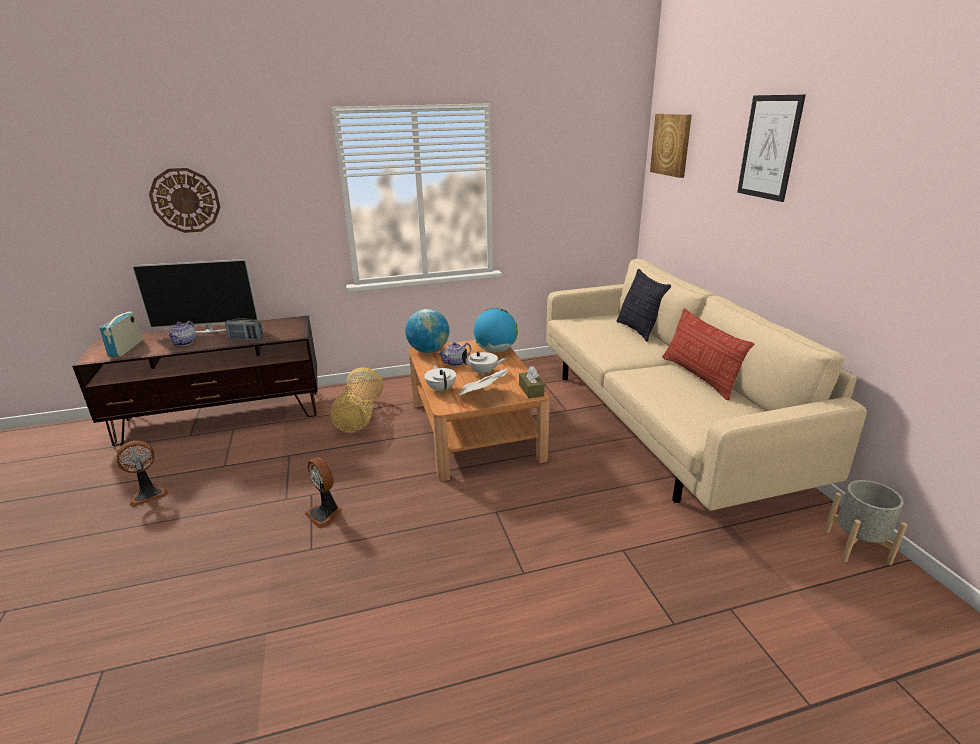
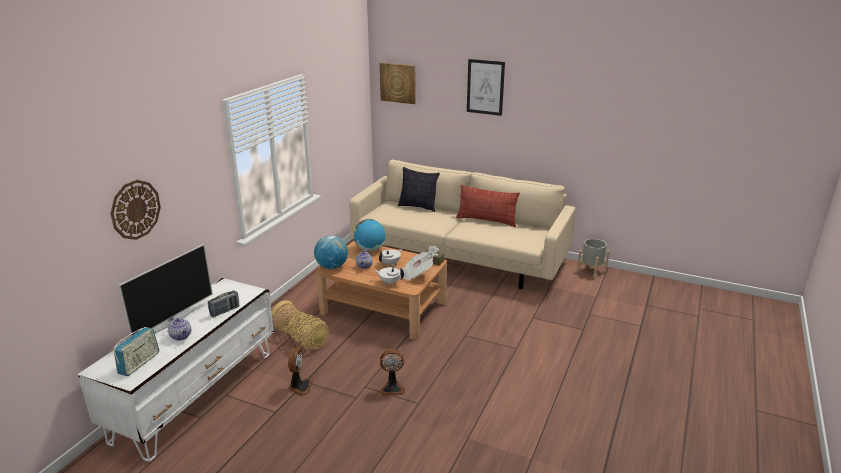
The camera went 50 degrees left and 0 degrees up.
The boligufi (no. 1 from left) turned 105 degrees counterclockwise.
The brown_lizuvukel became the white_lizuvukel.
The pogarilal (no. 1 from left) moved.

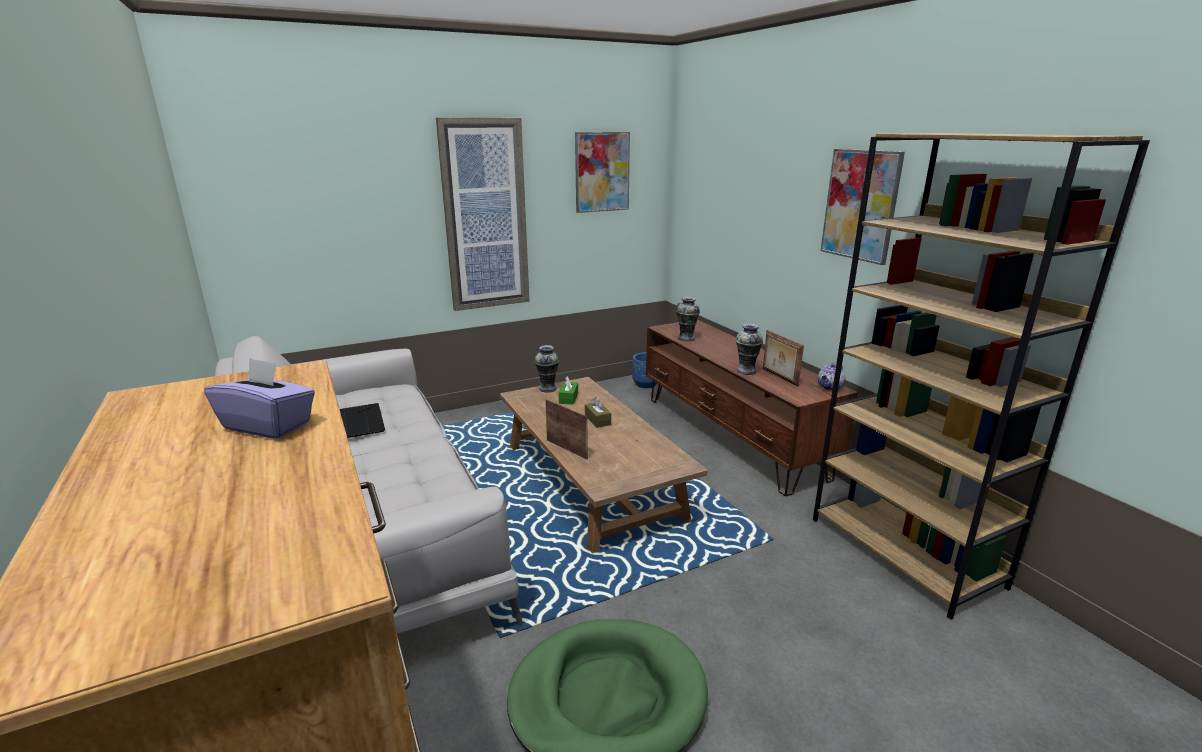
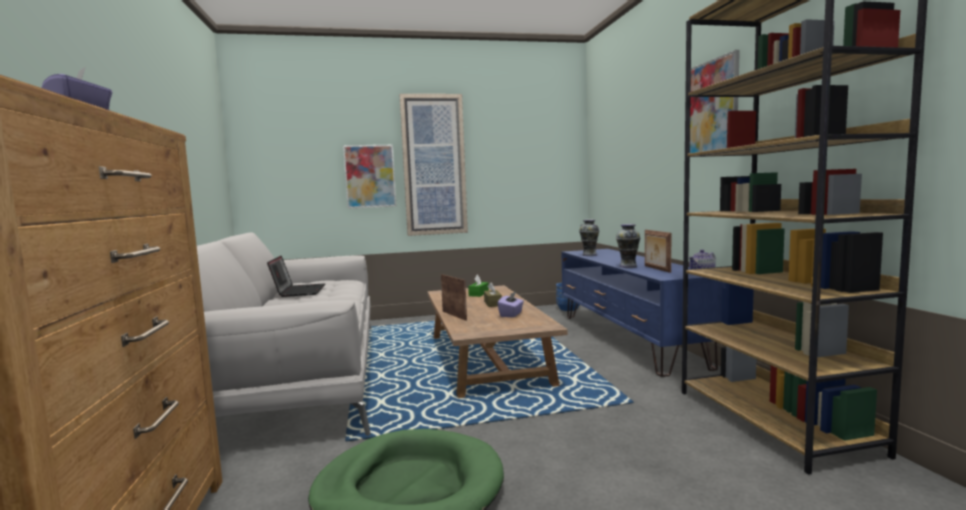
The camera went 15 degrees right and 15 degrees down.
The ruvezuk (no. 2 from left in the first image) moved.
The brown_lizuvukel became the blue_lizuvukel.
The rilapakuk (no. 1 from left) disappeared.
The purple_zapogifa (no. 2 from left) appeared.

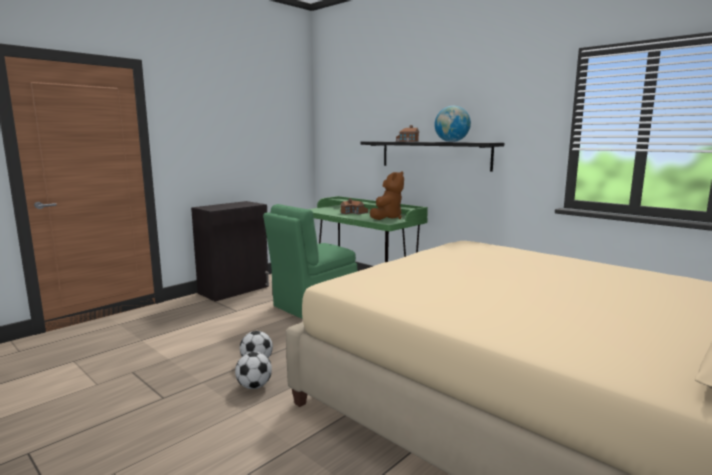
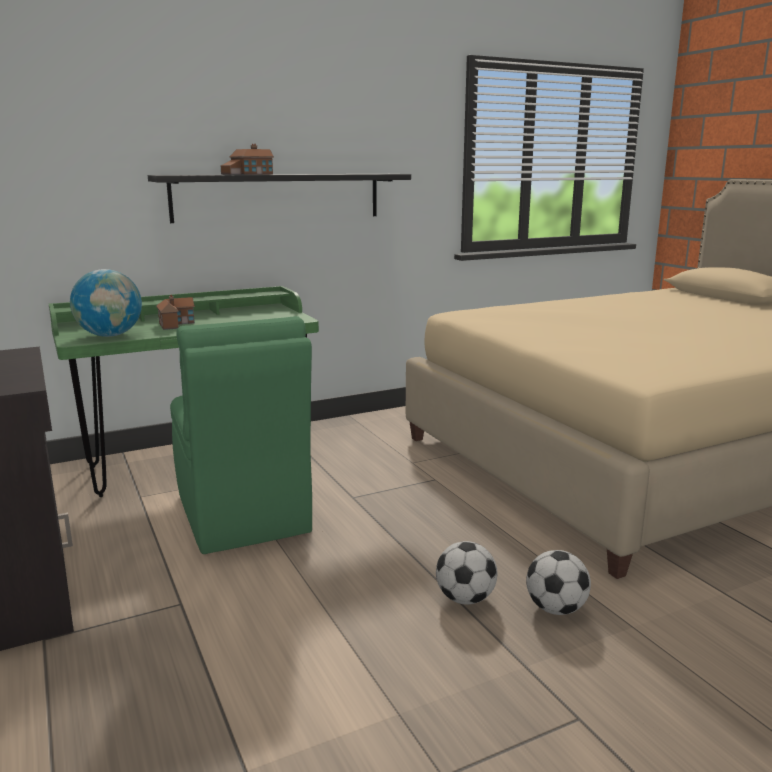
The camera went 70 degrees left and 5 degrees up.
The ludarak moved.
The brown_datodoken disappeared.

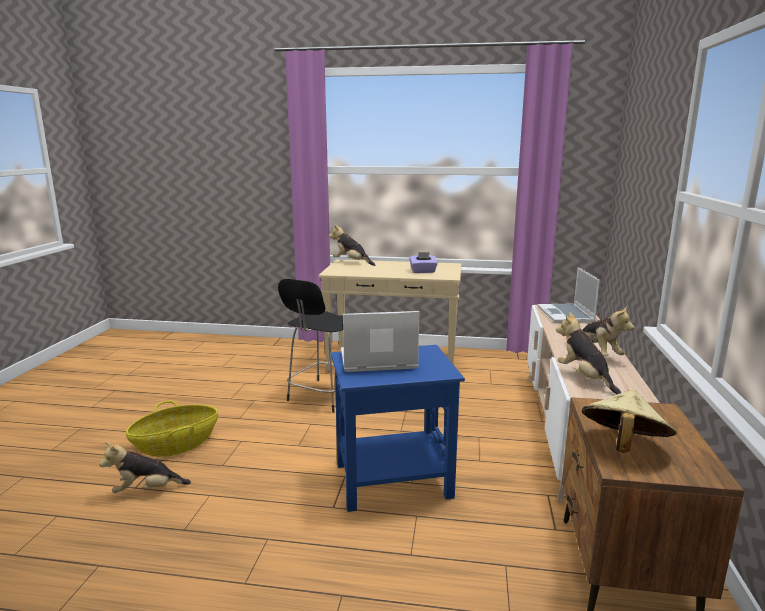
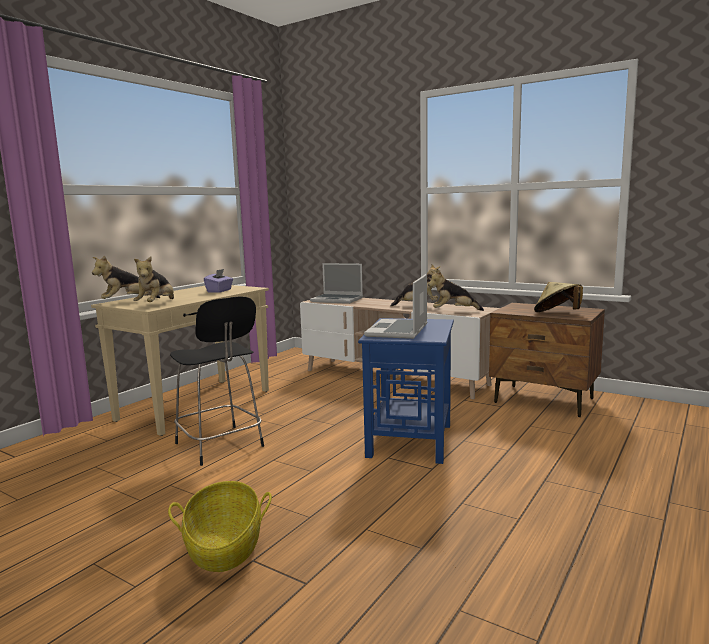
The camera went 65 degrees left and 5 degrees down.
The datodoken (no. 1 from left in the first image) moved.

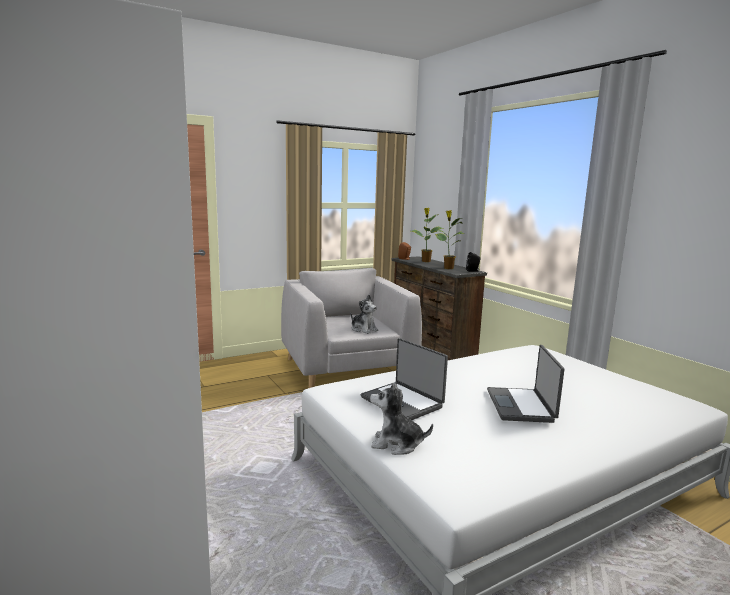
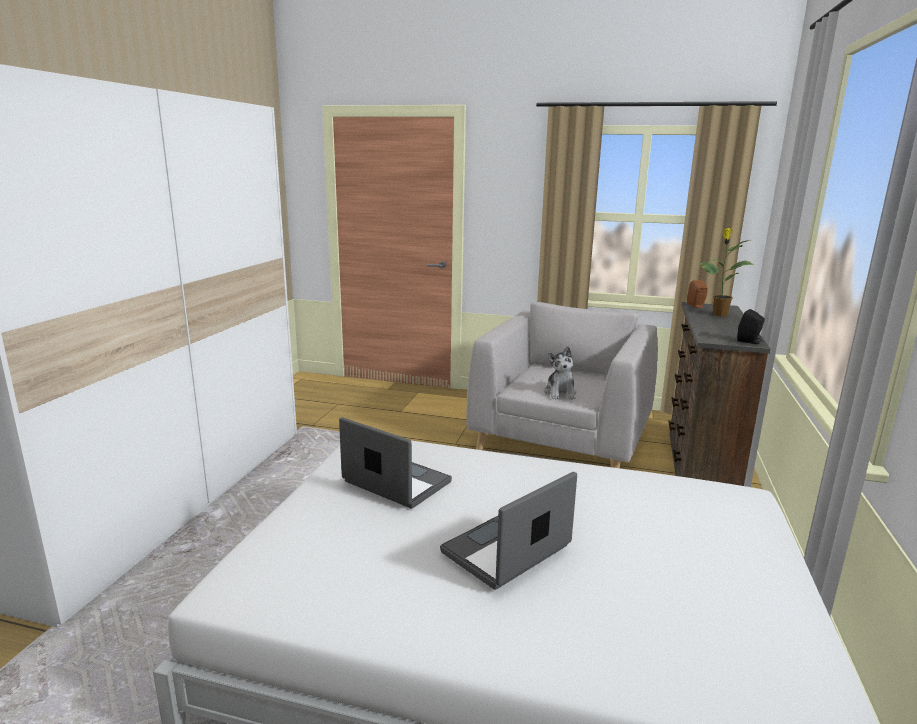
The camera went 45 degrees right and 5 degrees up.
The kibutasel (no. 2 from left) disappeared.
The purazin (no. 1 from left) turned 120 degrees clockwise.
The datodoken (no. 2 from left) disappeared.

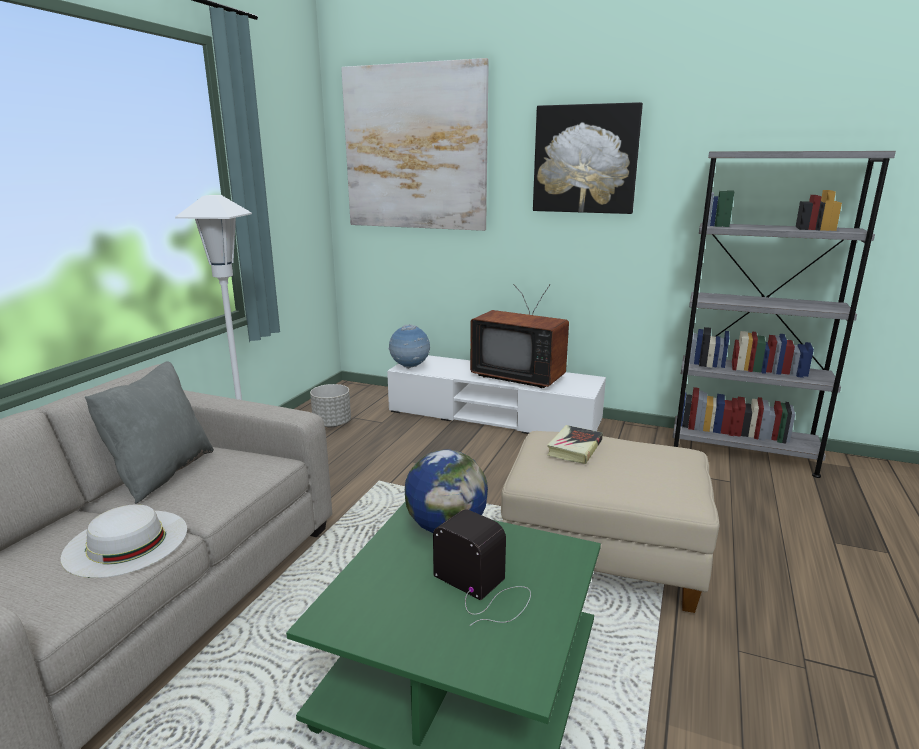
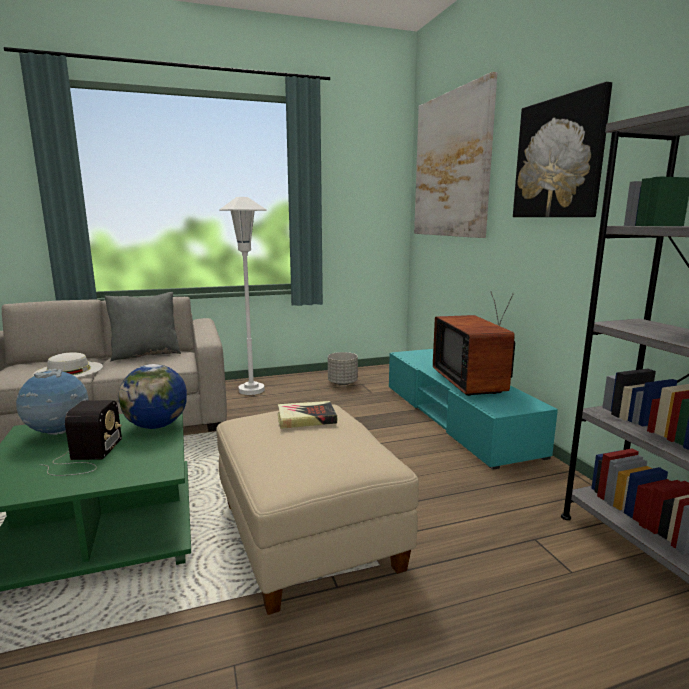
The camera went 50 degrees right and 5 degrees down.
The ludarak (no. 1 from left) moved.
The white_lizuvukel became the turquoise_lizuvukel.

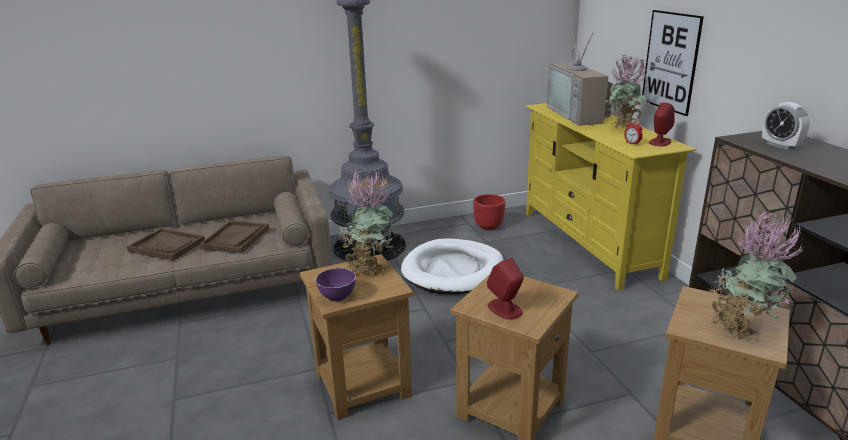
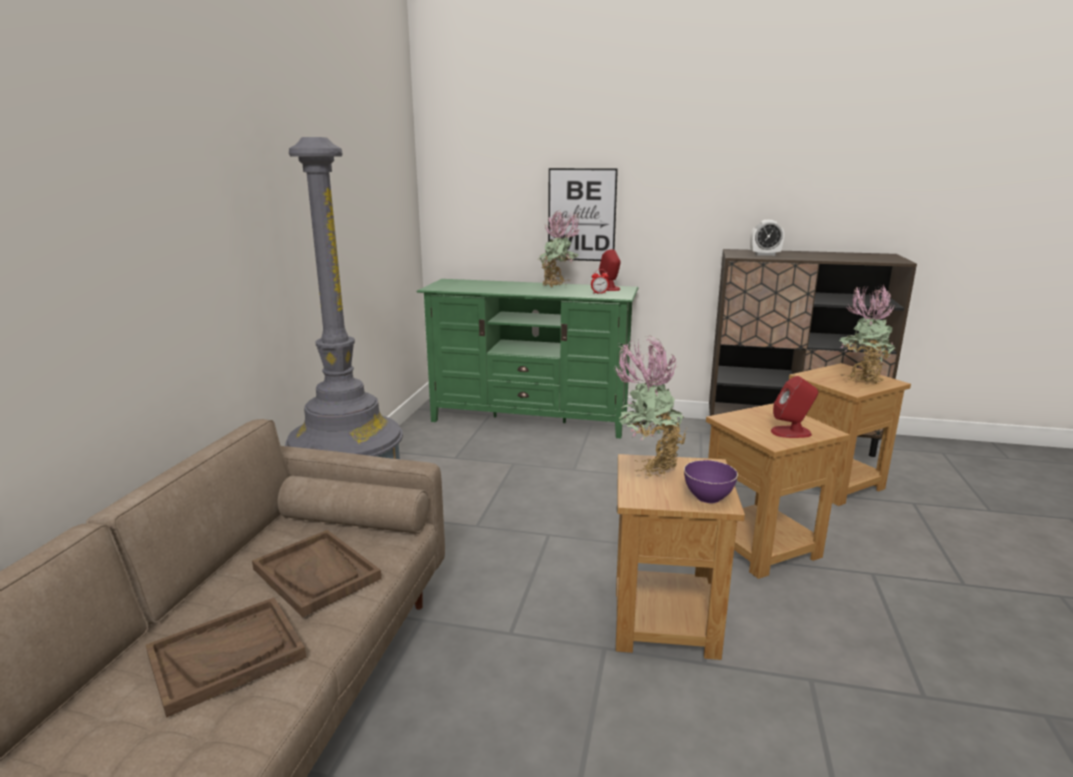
The camera went 60 degrees left and 5 degrees down.
The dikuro disappeared.
The yellow_lizuvukel became the green_lizuvukel.
The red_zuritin disappeared.
The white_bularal disappeared.

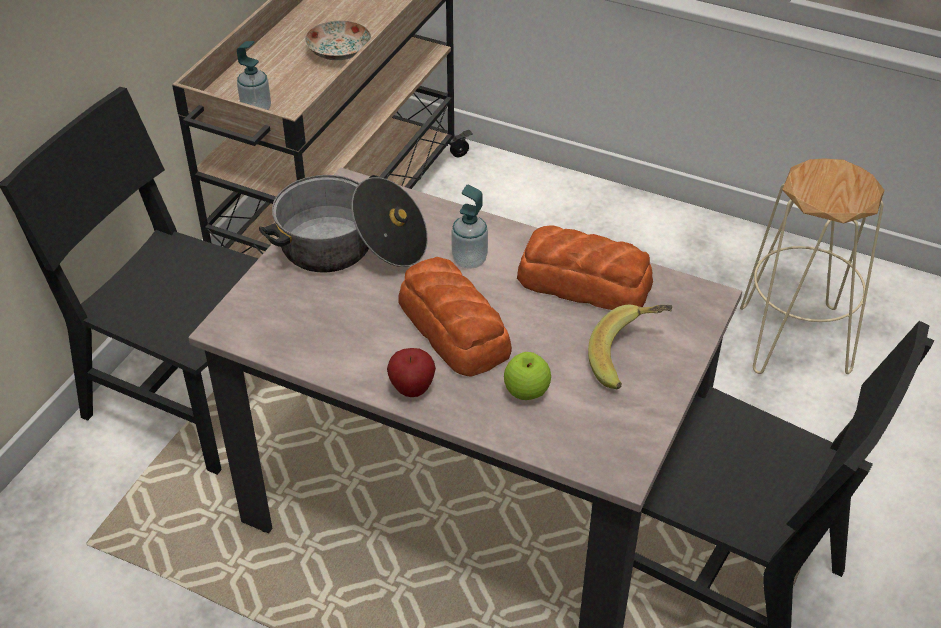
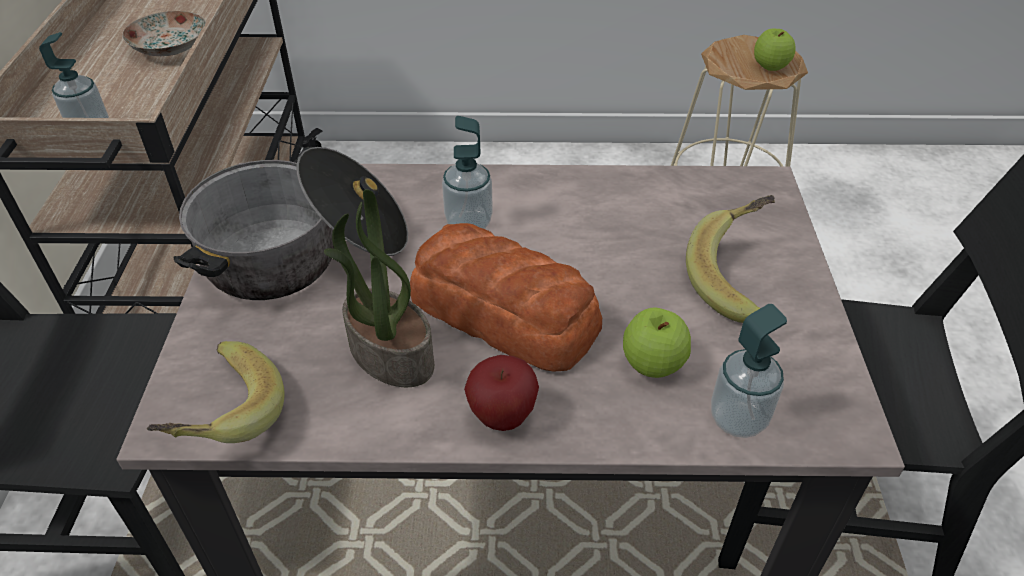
The camera went 25 degrees left and 0 degrees up.
The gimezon (no. 2 from left) disappeared.
The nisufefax (no. 3 from left) appeared.
The kibutasel appeared.
The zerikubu (no. 3 from left) appeared.
The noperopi (no. 1 from left) appeared.

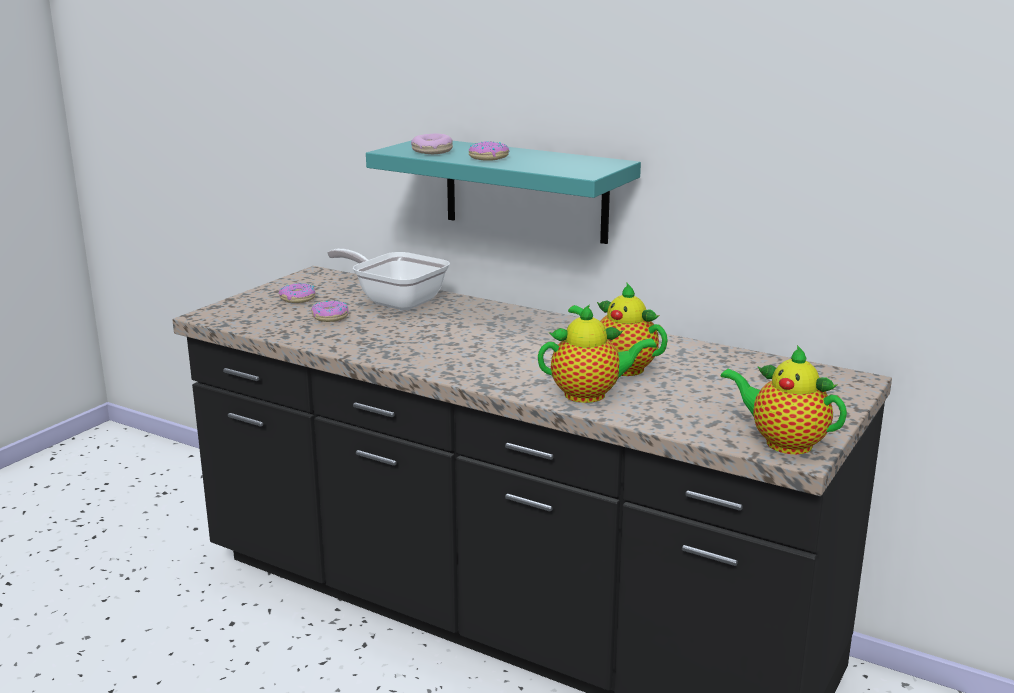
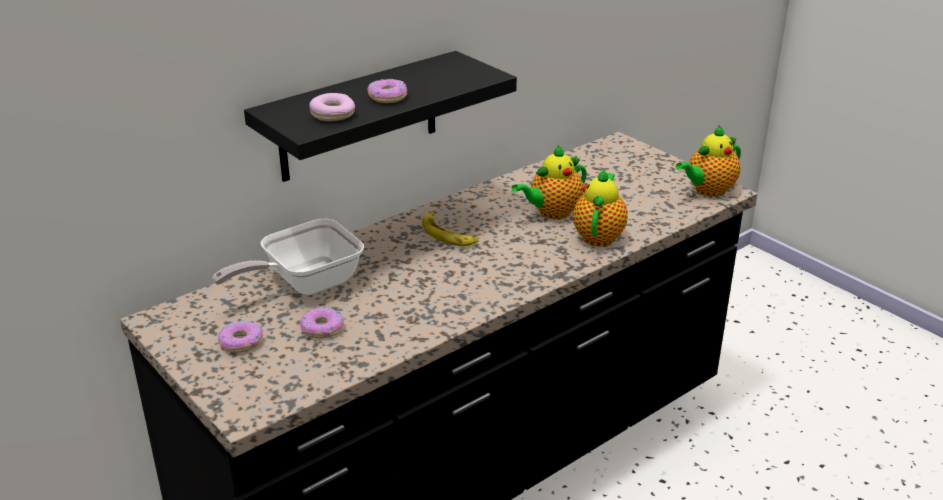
The camera went 70 degrees left and 10 degrees up.
The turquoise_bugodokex became the black_bugodokex.
The noperopi appeared.

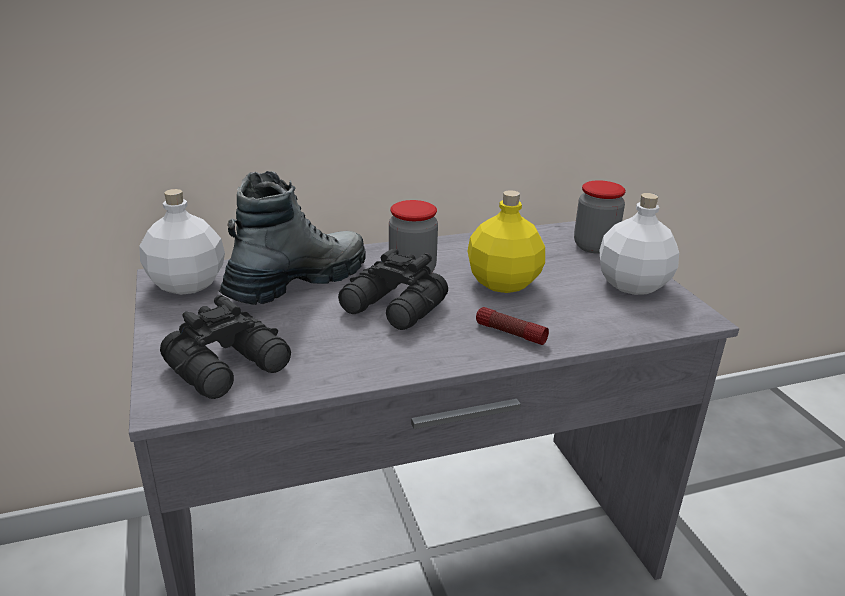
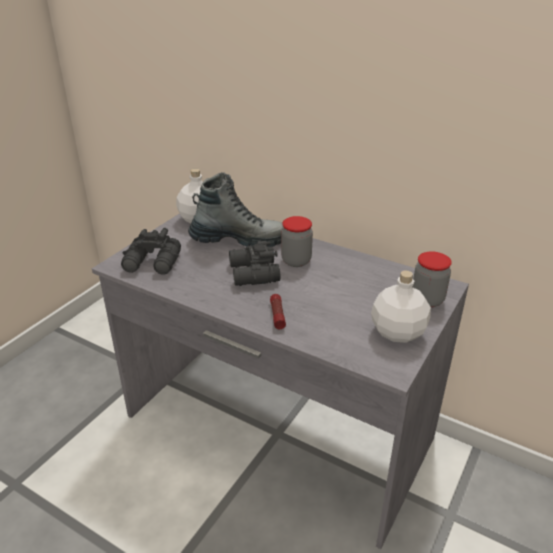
The camera went 50 degrees right and 5 degrees up.
The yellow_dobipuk disappeared.

